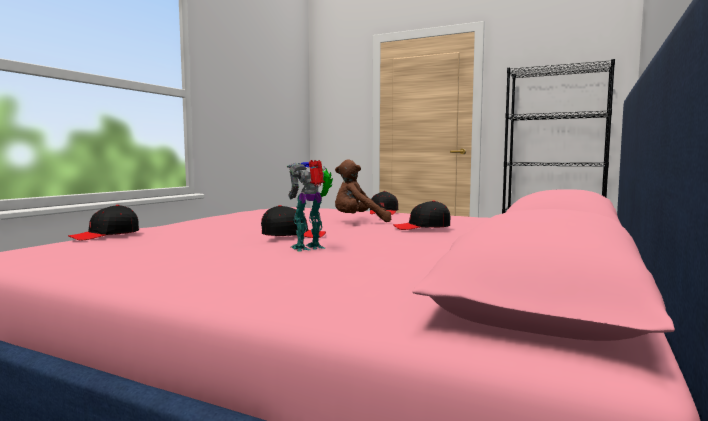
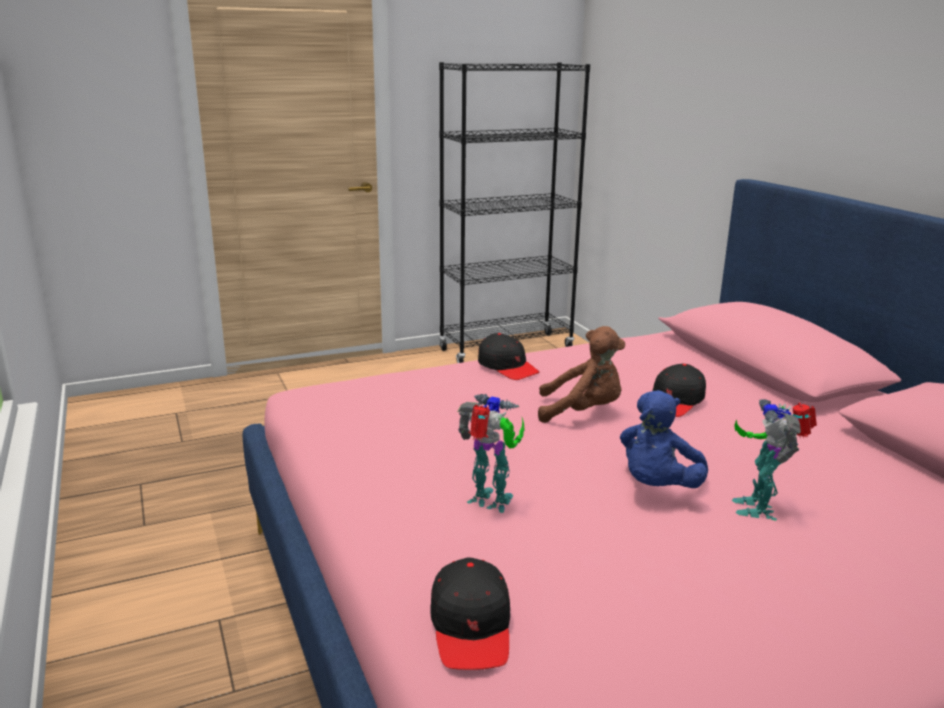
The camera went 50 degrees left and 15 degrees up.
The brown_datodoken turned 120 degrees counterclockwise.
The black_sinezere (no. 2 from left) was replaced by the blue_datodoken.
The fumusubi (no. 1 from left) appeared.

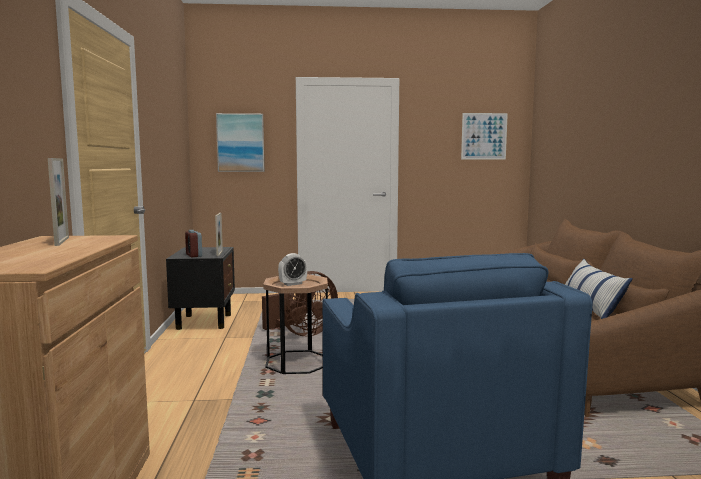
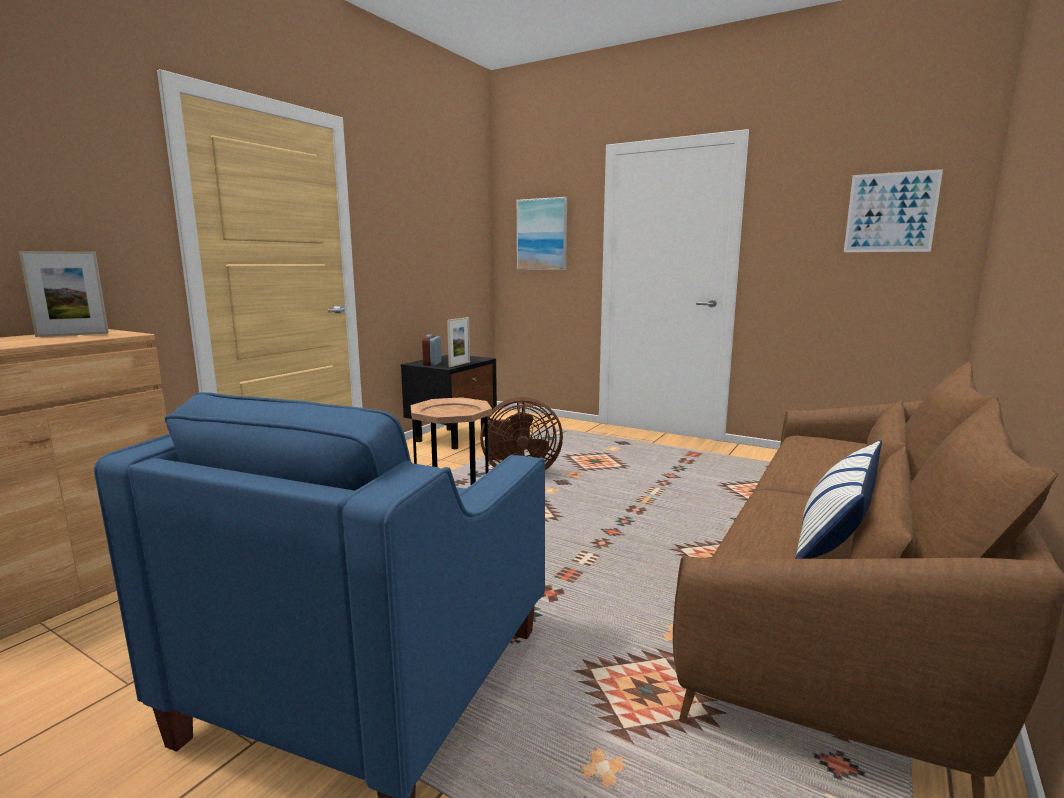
The camera went 35 degrees right and 5 degrees up.
The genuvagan (no. 1 from left) turned 45 degrees clockwise.
The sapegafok (no. 2 from left) disappeared.

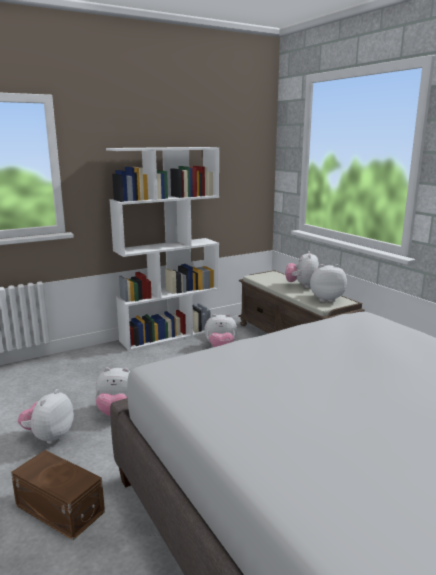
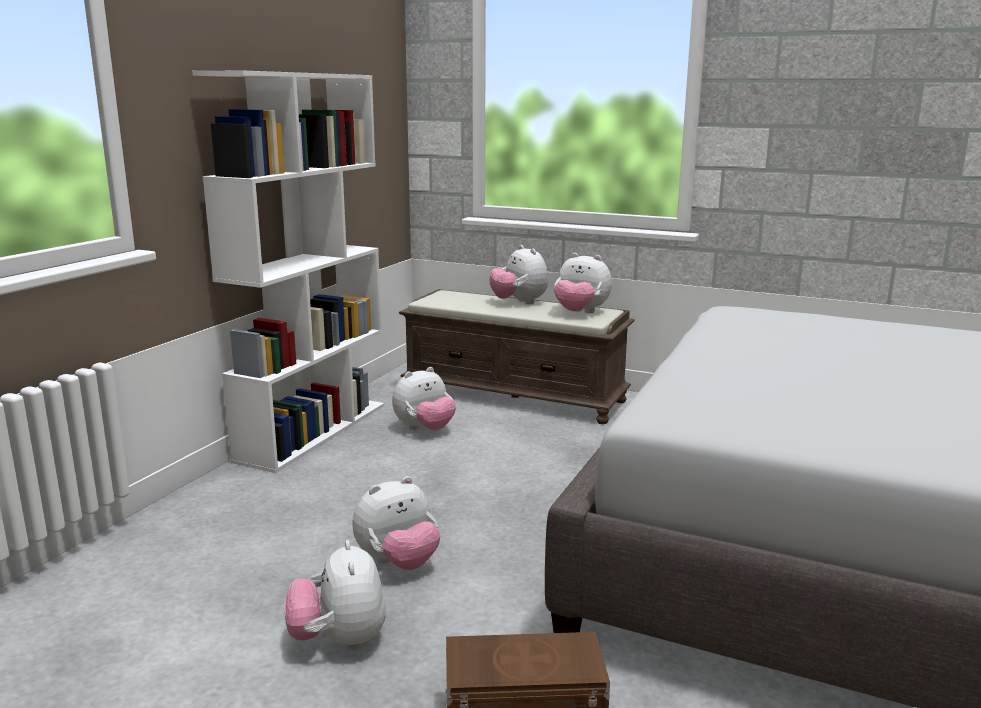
The camera went 35 degrees left and 0 degrees up.
The datodoken (no. 5 from left) turned 120 degrees counterclockwise.

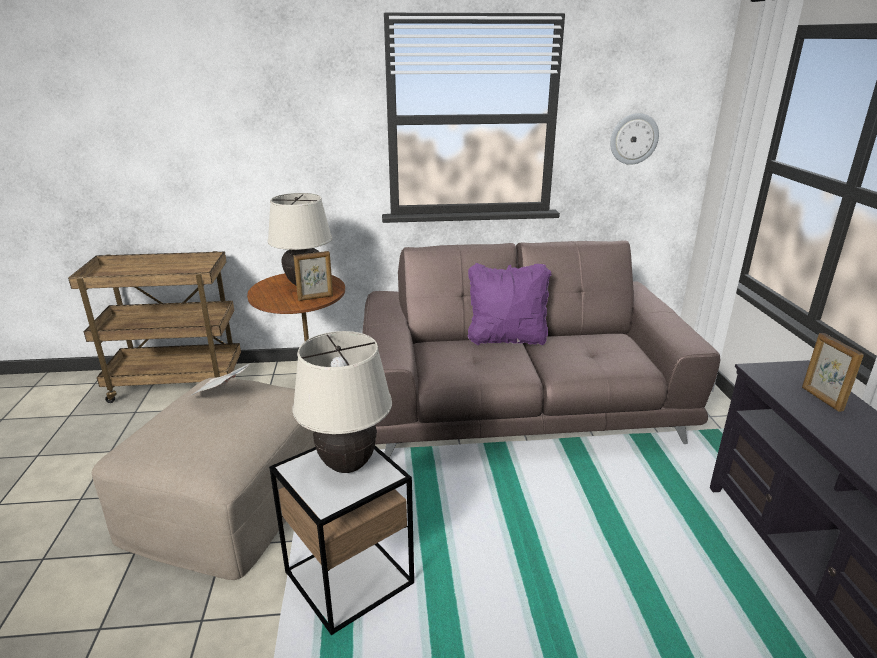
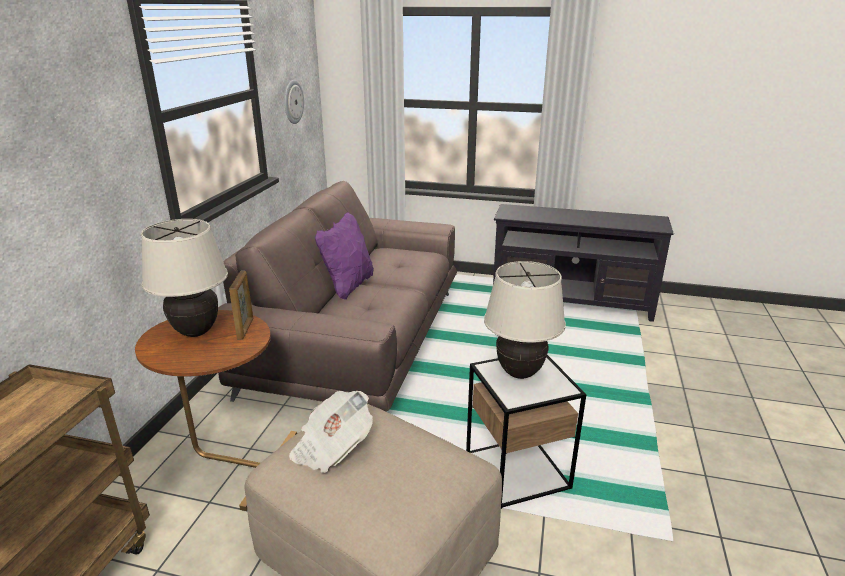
The camera went 70 degrees left and 0 degrees up.
The genuvagan (no. 2 from left) disappeared.

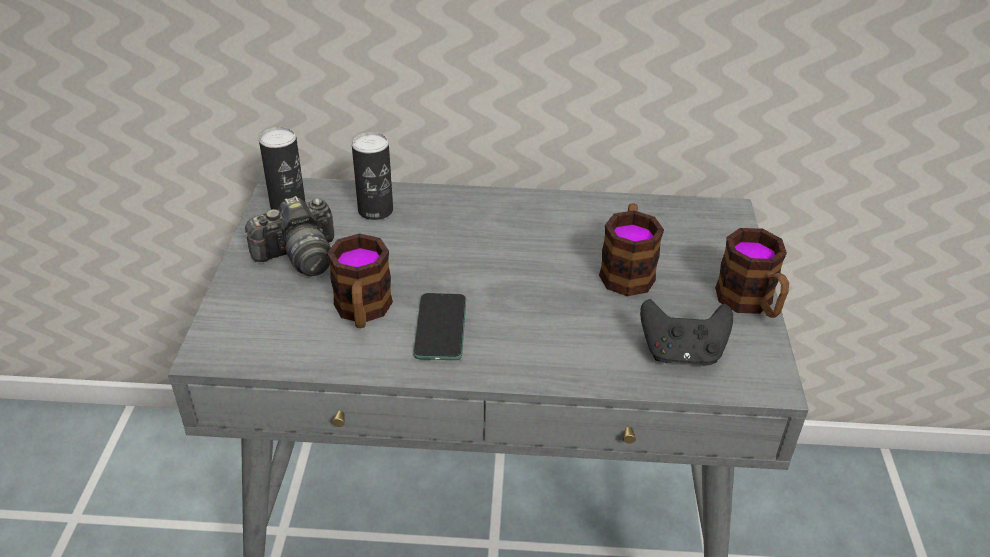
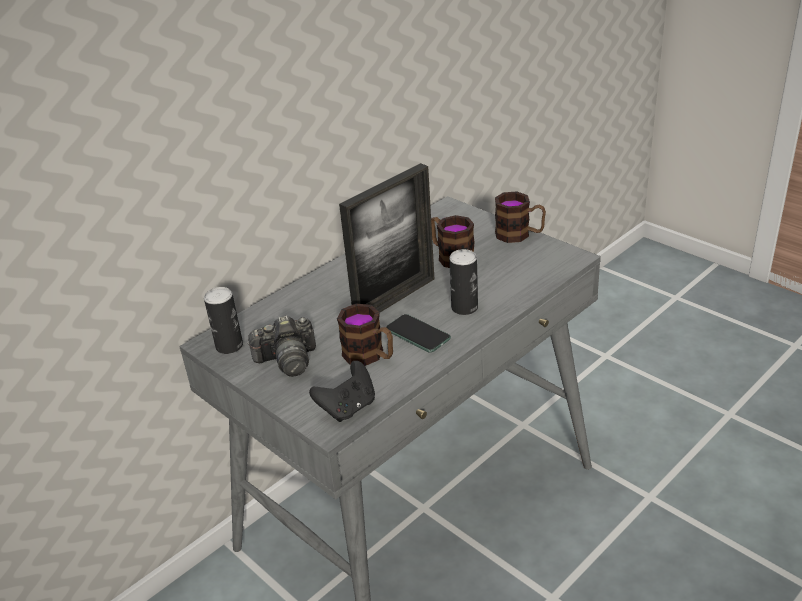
The camera went 45 degrees left and 5 degrees down.
The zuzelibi (no. 2 from left) moved.
The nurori turned 60 degrees clockwise.
The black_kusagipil moved.
The genuvagan appeared.

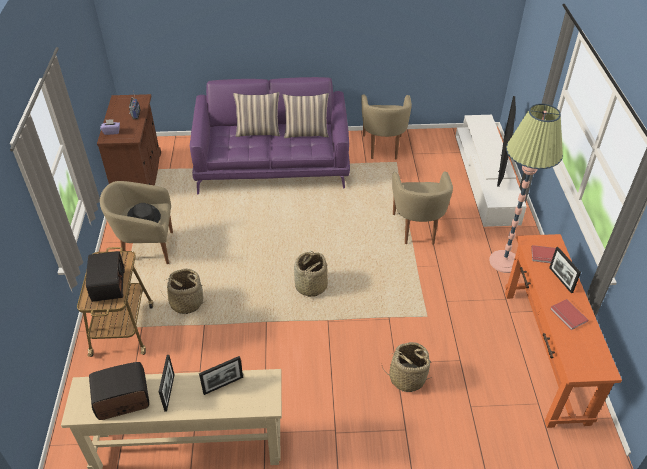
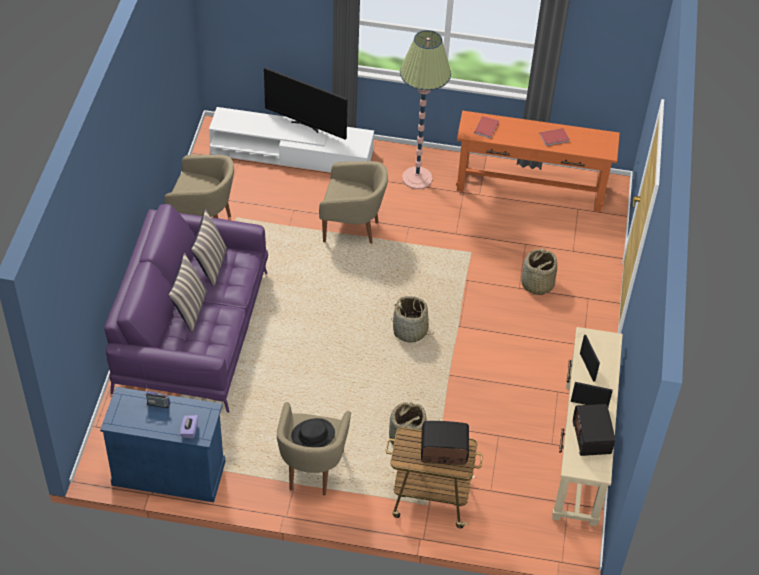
The camera went 80 degrees left and 5 degrees up.
The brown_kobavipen became the blue_kobavipen.
The genuvagan (no. 3 from left) disappeared.

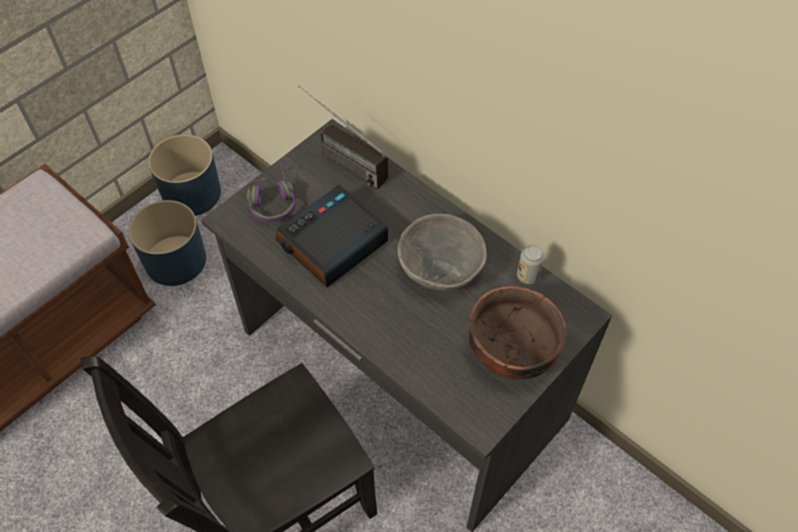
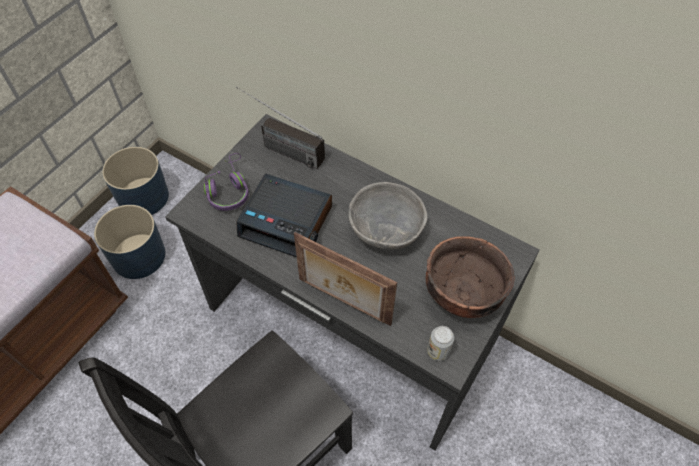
The camera went 10 degrees left and 0 degrees up.
The sapegafok turned 105 degrees counterclockwise.
The zuzelibi moved.
The genuvagan appeared.

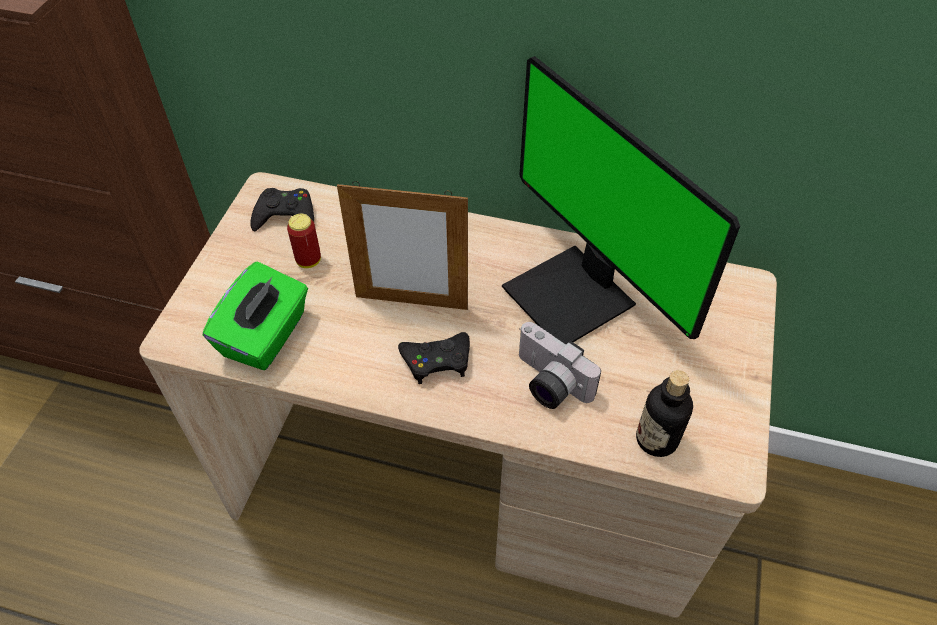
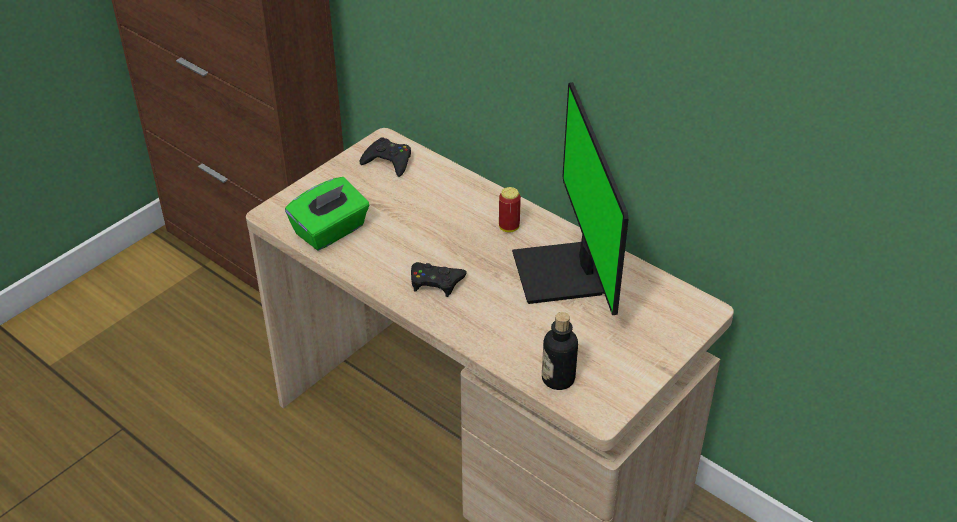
The camera went 25 degrees right and 10 degrees down.
The genuvagan disappeared.
The zuzelibi moved.
The nurori disappeared.

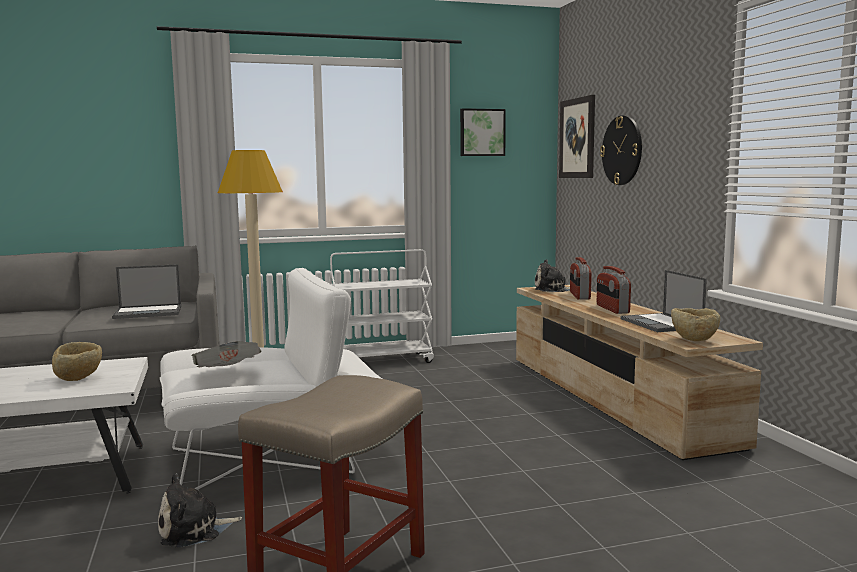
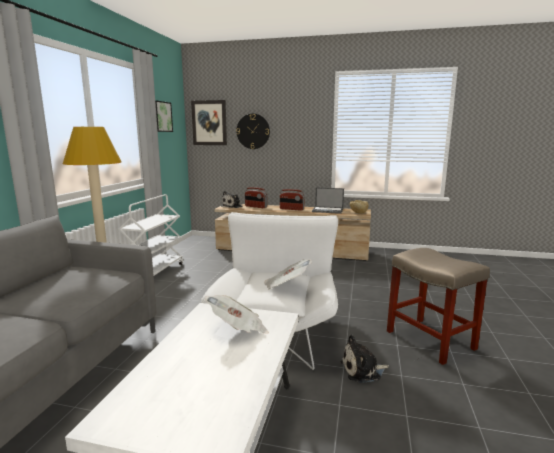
The camera went 60 degrees left and 5 degrees up.
The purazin (no. 1 from left) disappeared.
The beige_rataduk (no. 1 from left) was replaced by the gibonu (no. 1 from left).
The datodoken (no. 1 from left in the first image) turned 75 degrees clockwise.

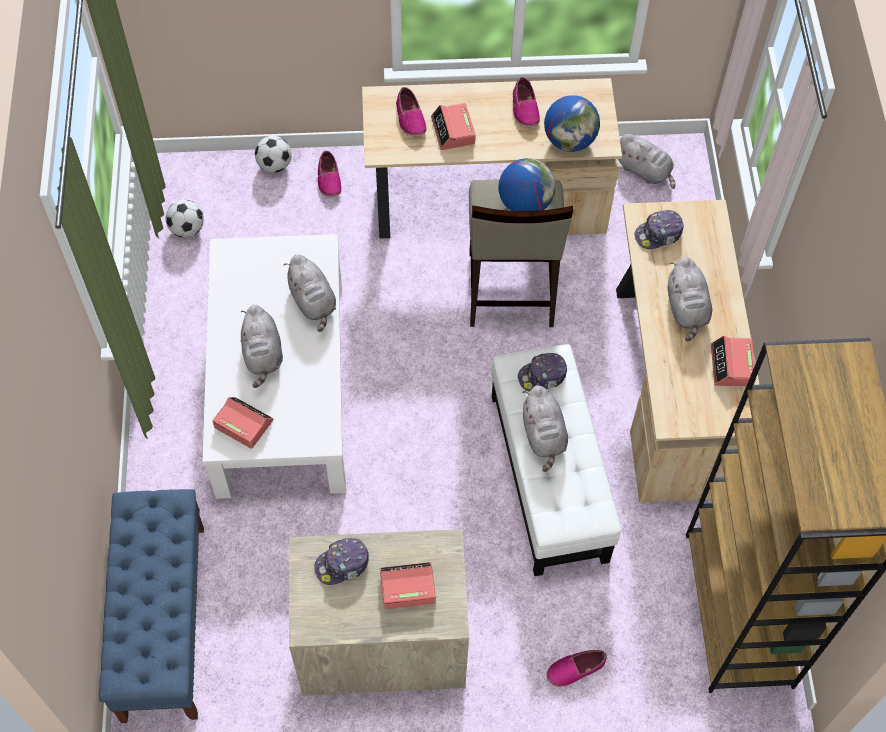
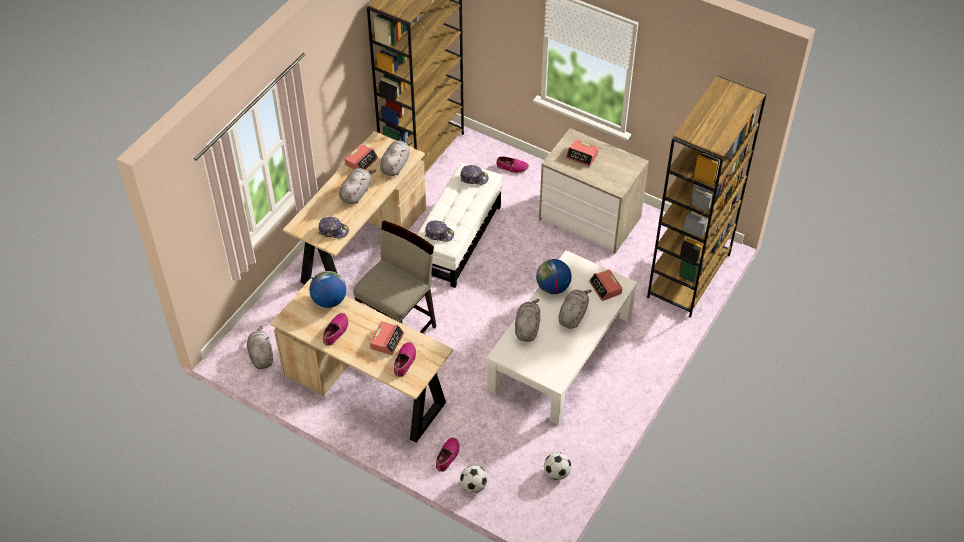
The camera went 145 degrees left and 10 degrees down.
The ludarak (no. 1 from left in the first image) moved.
The grey_datodoken (no. 3 from left) moved.
The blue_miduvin was replaced by the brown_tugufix (no. 2 from left).
The sinezere (no. 1 from left in the first image) moved.

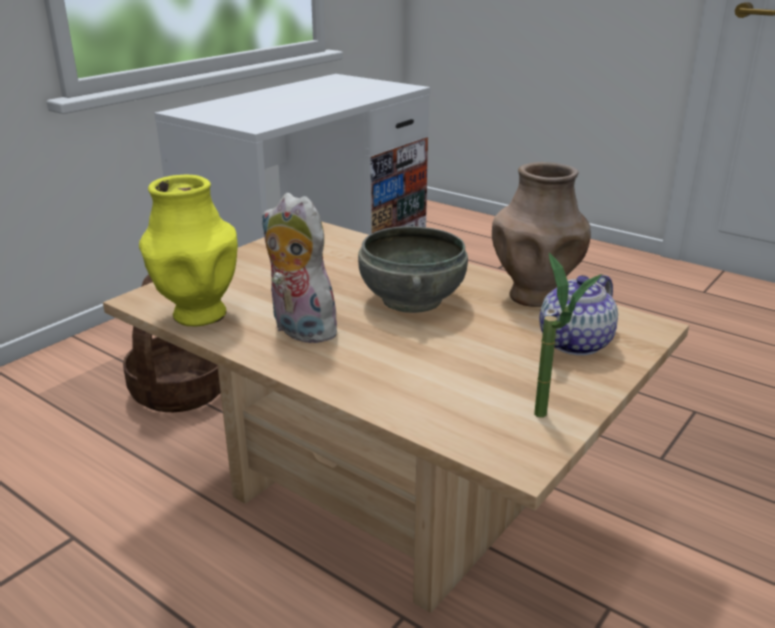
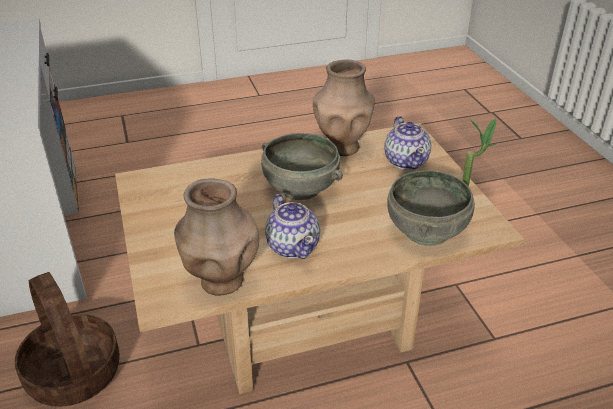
The camera went 55 degrees left and 10 degrees up.
The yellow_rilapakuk became the brown_rilapakuk (no. 1 from left).
The datodoken was replaced by the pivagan (no. 1 from left).
The grey_rataduk (no. 2 from left) appeared.

